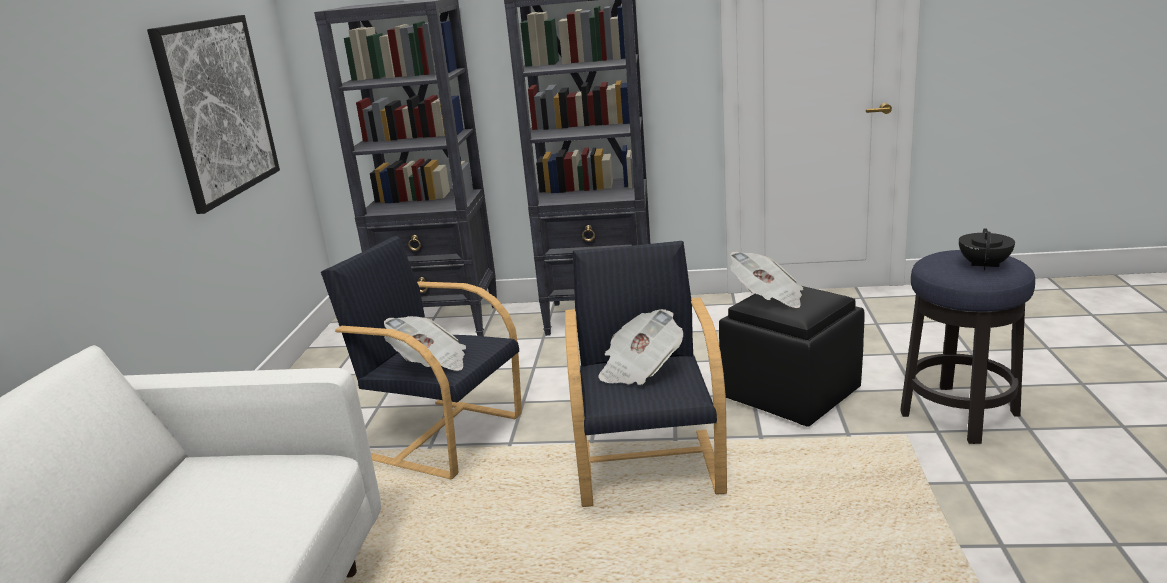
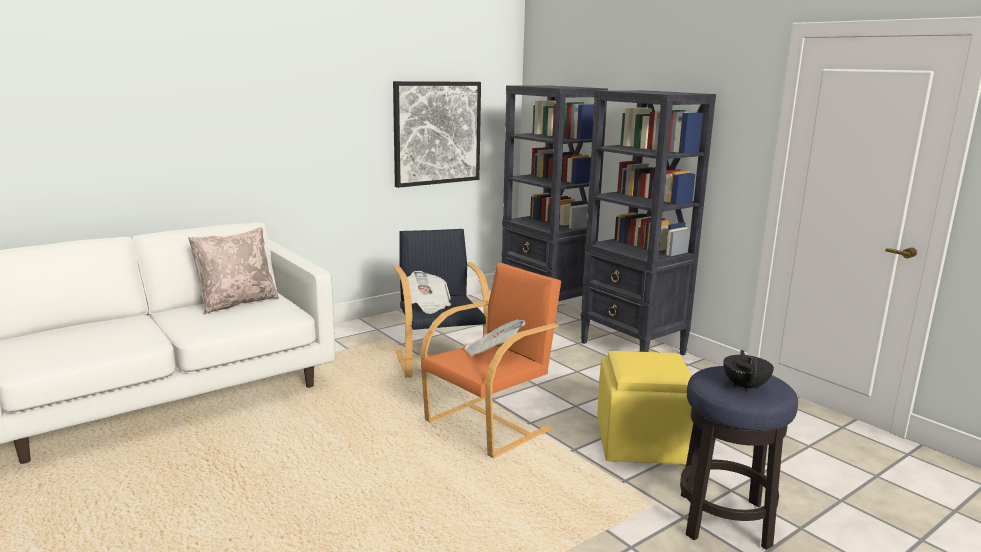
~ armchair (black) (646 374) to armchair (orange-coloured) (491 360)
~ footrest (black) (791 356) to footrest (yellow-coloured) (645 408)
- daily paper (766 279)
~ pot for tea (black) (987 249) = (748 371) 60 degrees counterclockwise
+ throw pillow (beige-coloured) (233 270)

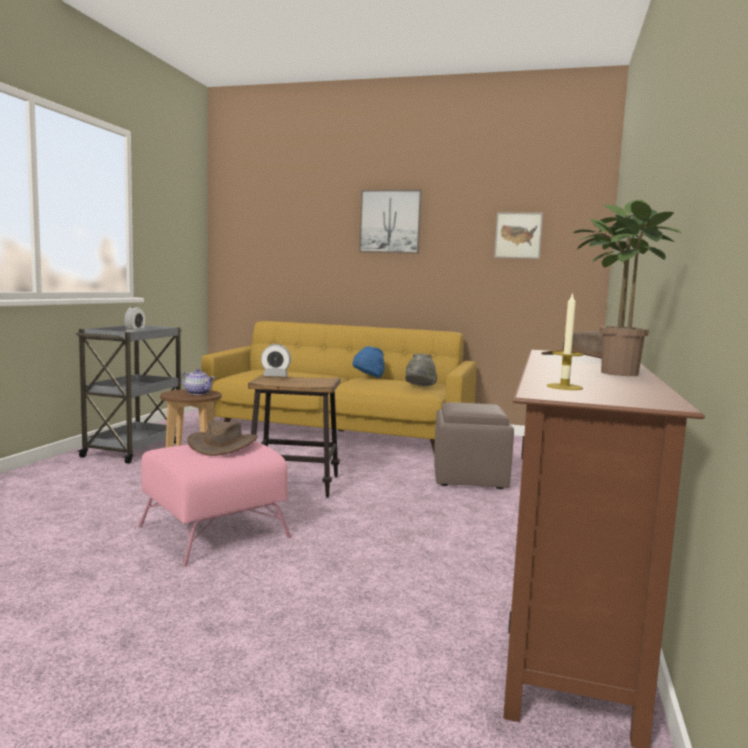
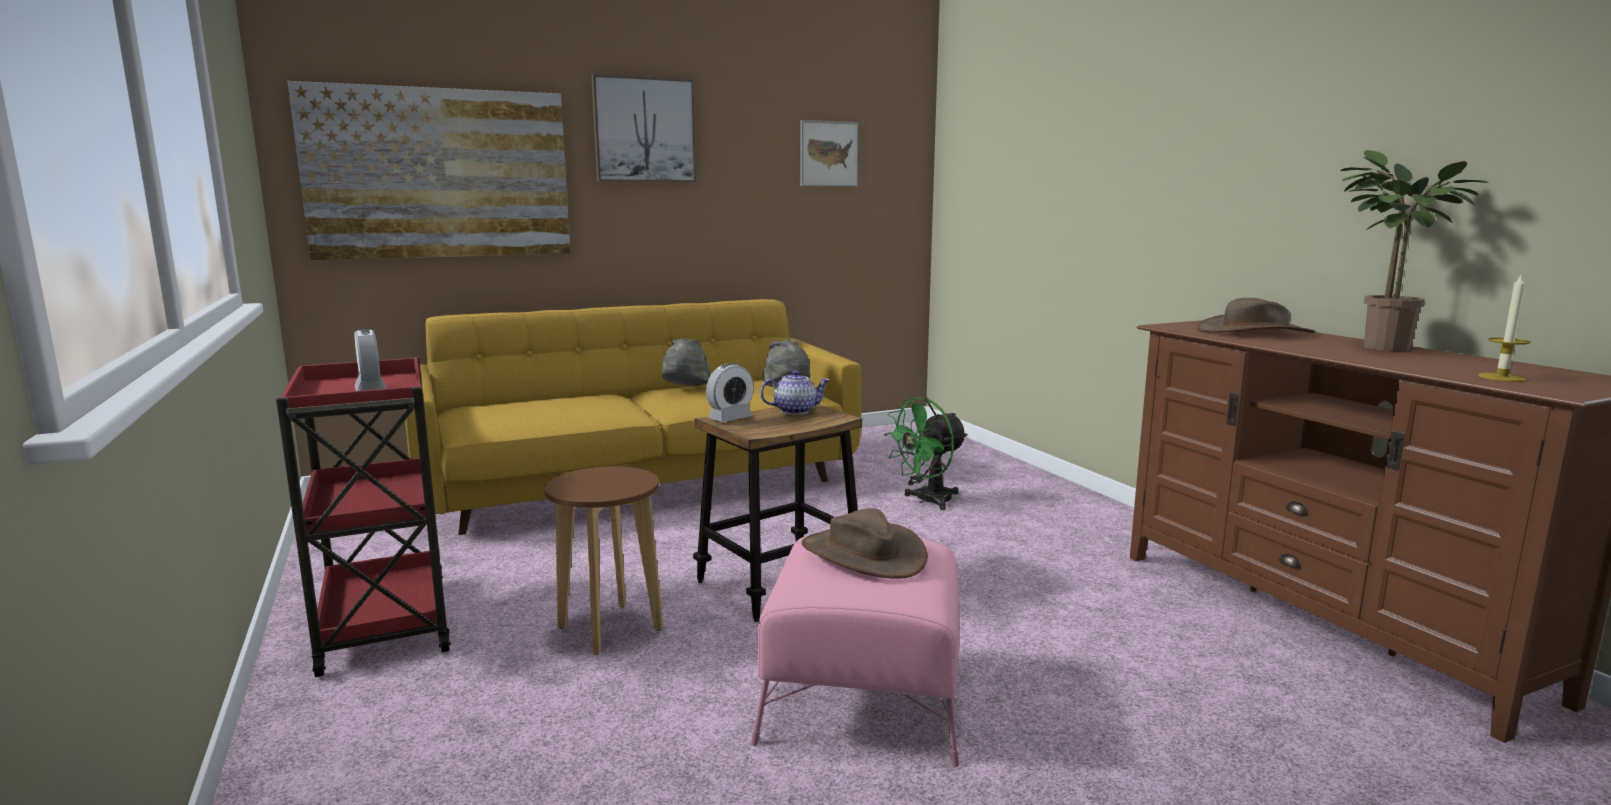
~ trolley (greyish) (129 394) to trolley (red) (363 517)
~ pot for tea (198 382) to (795 392)
~ clothing hat (blue-coloured) (368 362) to clothing hat (greyish) (686 362)
~ footrest (brownish) (474 445) to electric fan (greenish) (926 453)
+ wall picture (429 170)

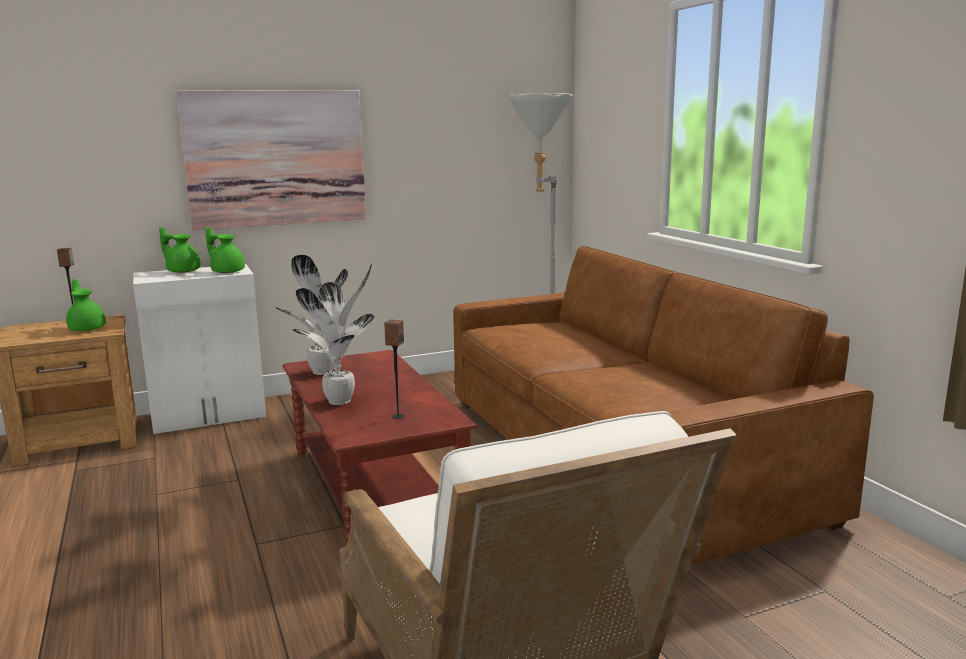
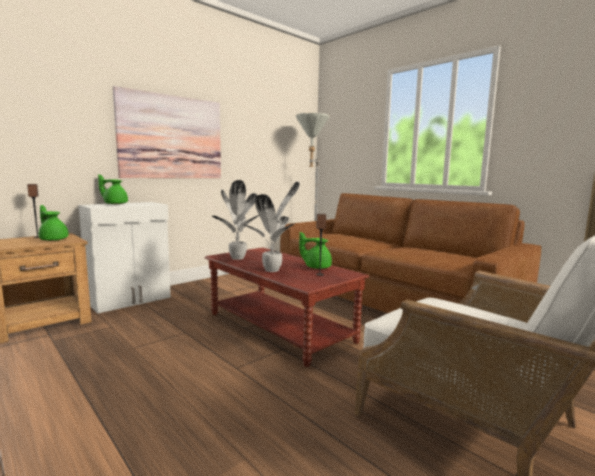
~ pot for tea (greenish) (225 249) to (315 250)

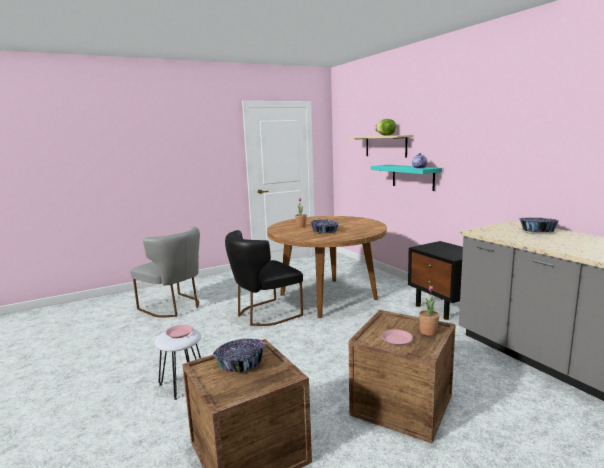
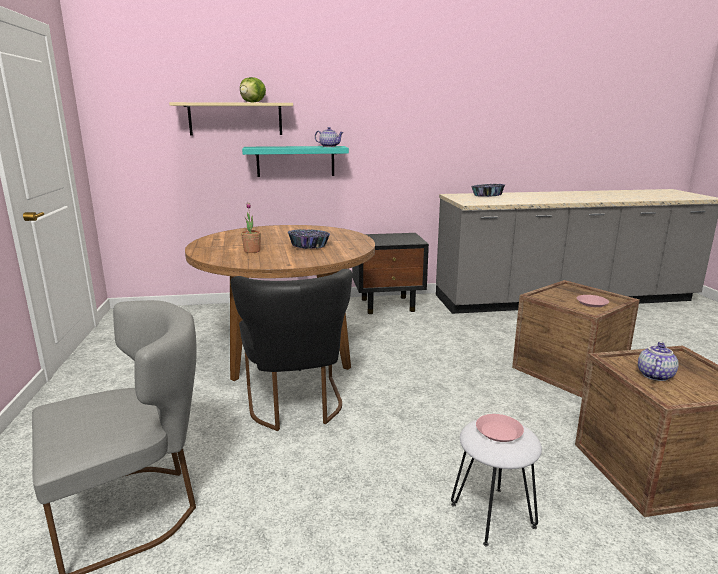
~ bowl (239 356) to pot for tea (658 361)
- plant in a pot (429 311)

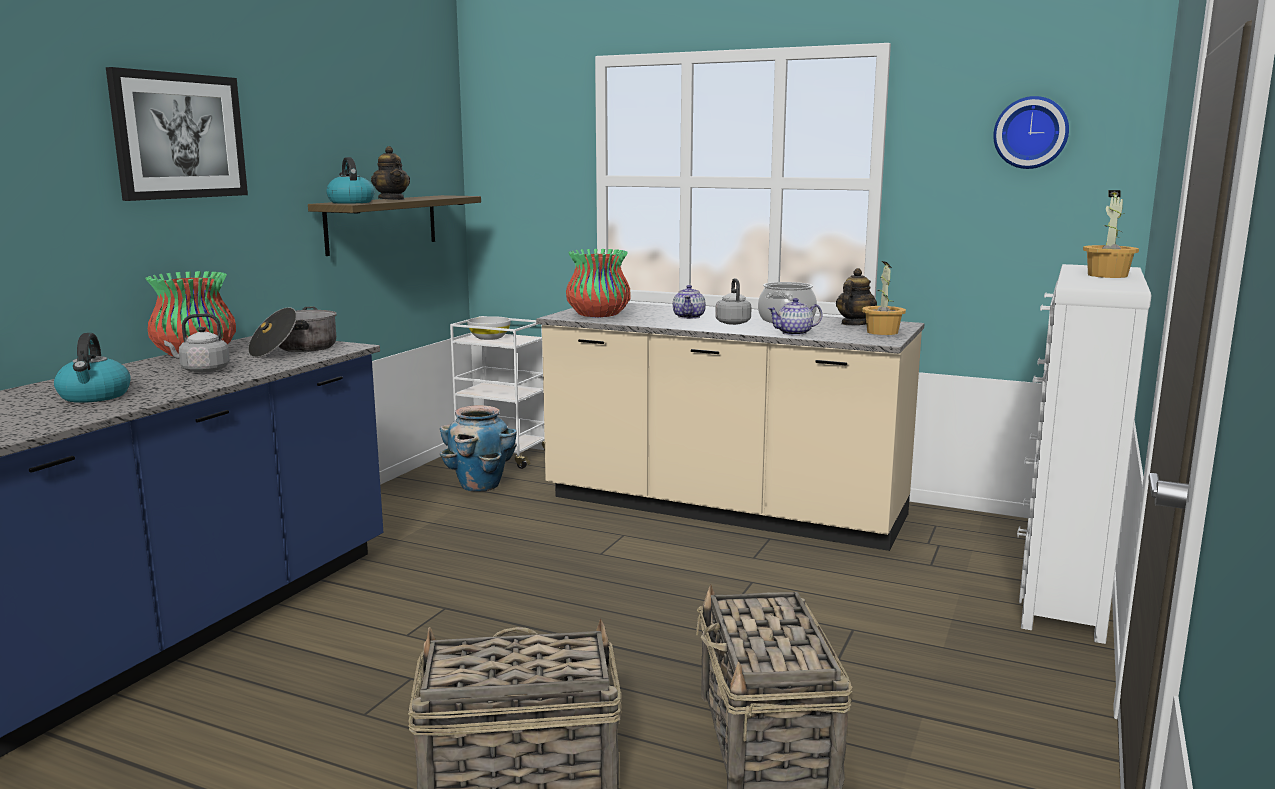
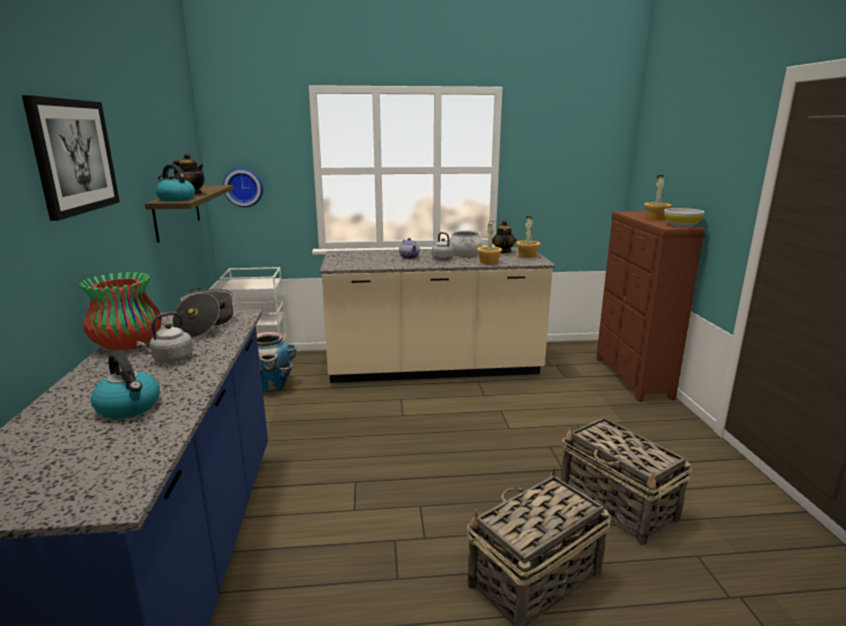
~ bowl (white-coloured) (489 328) to (684 217)
- flower vase (598 283)
~ pot for tea (794 317) to plant in a pot (489 243)
~ clock on the wall (1031 132) to (243 187)
~ dresser (white-coloured) (1084 454) to dresser (brownish) (651 306)

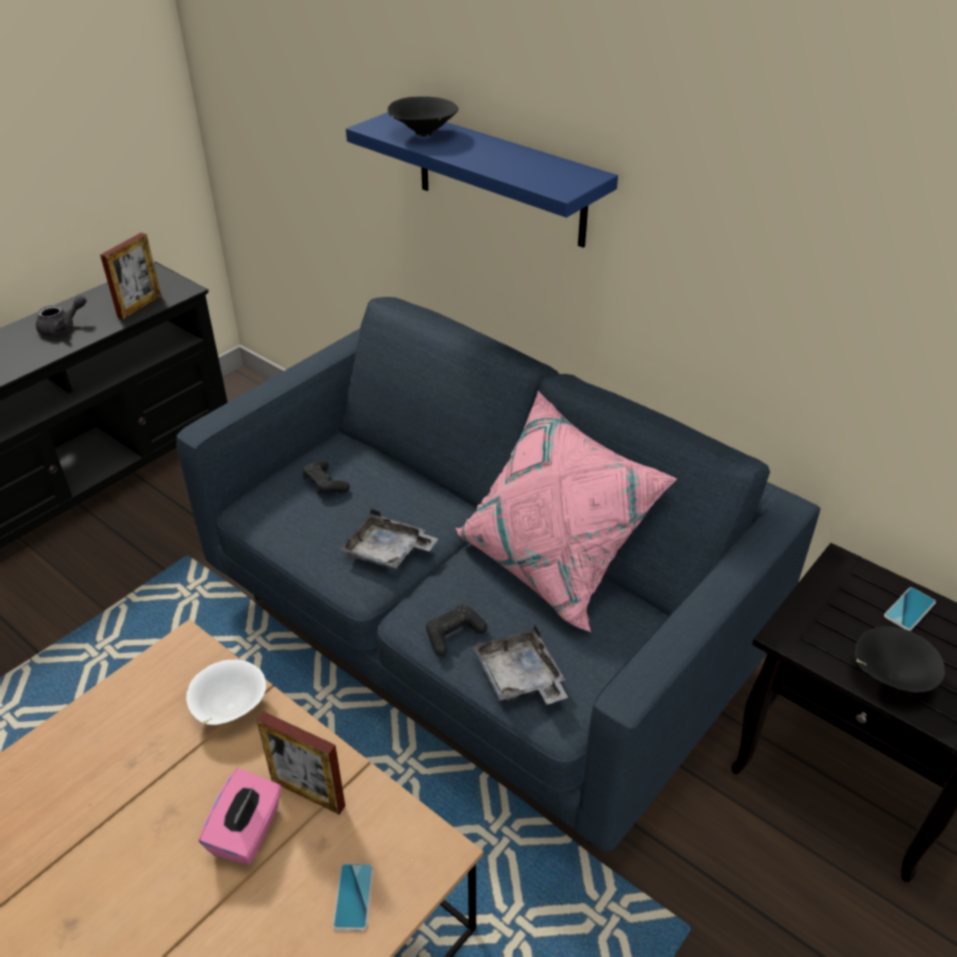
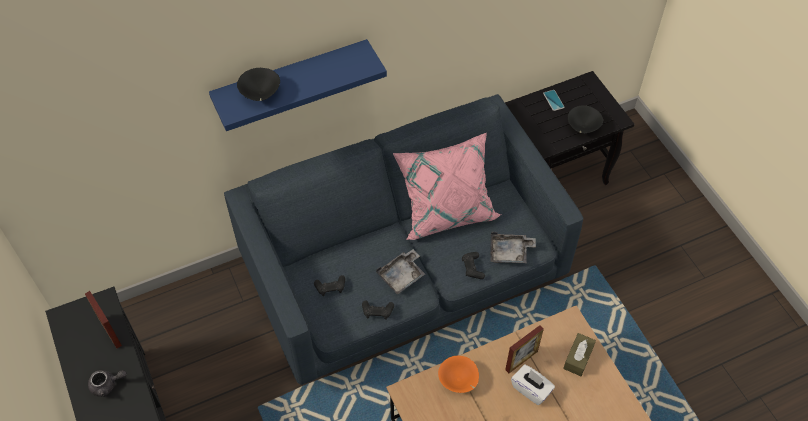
~ pot for tea (greyish) (61 315) = (107 383) 90 degrees clockwise
~ bowl (white-coloured) (226 692) to bowl (orange-coloured) (458 374)
~ tissue box (pinkish) (240 816) to tissue box (white-coloured) (533 385)
~ telephone (353 897) to tissue box (brownish) (579 354)
+ gamepad (black) (378 310)

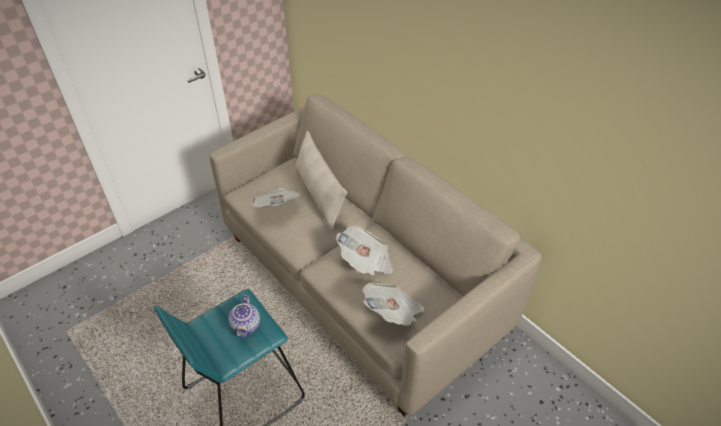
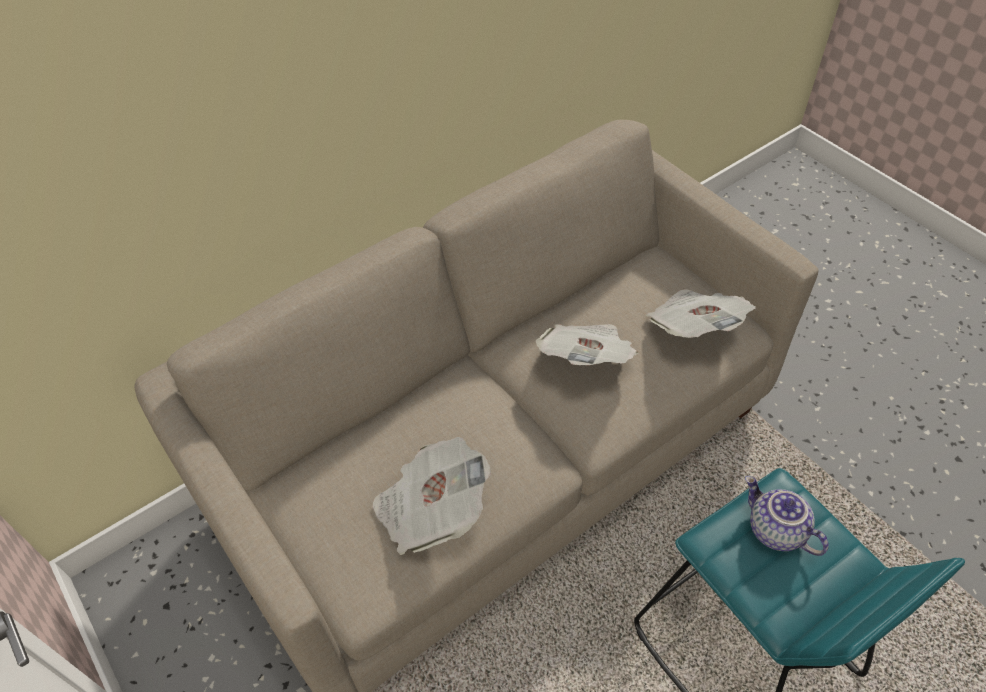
~ pot for tea (244 316) = (787 516) 135 degrees counterclockwise
- throw pillow (beige-coloured) (321 180)

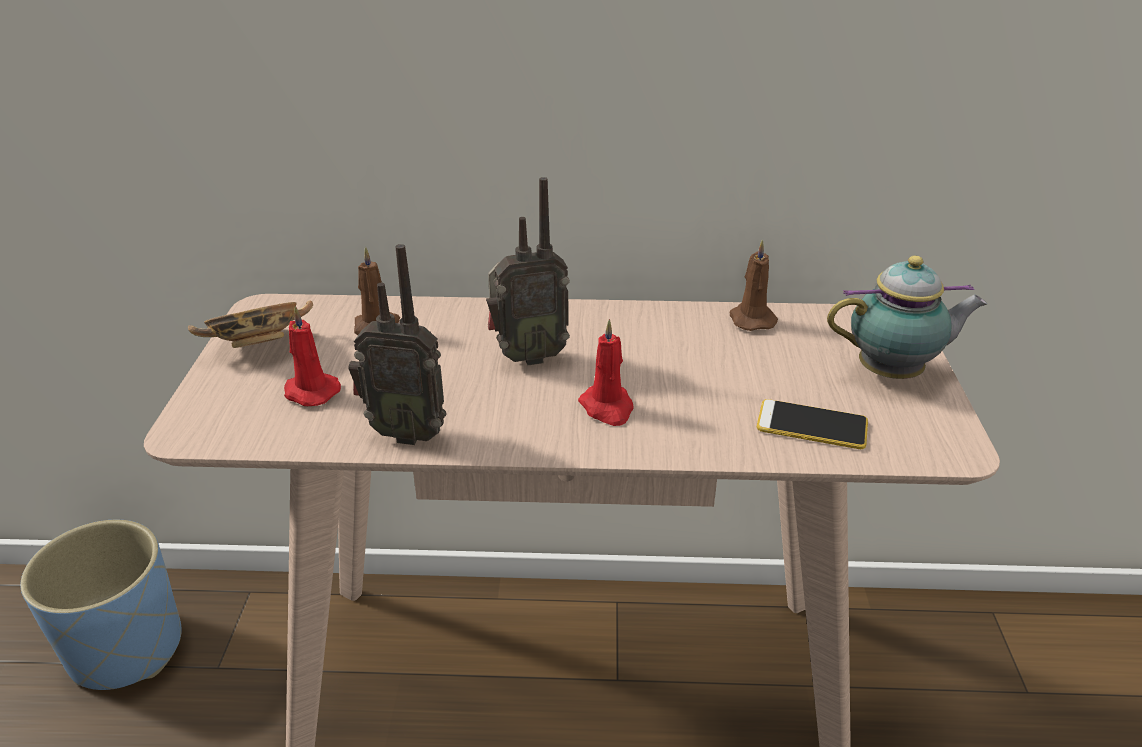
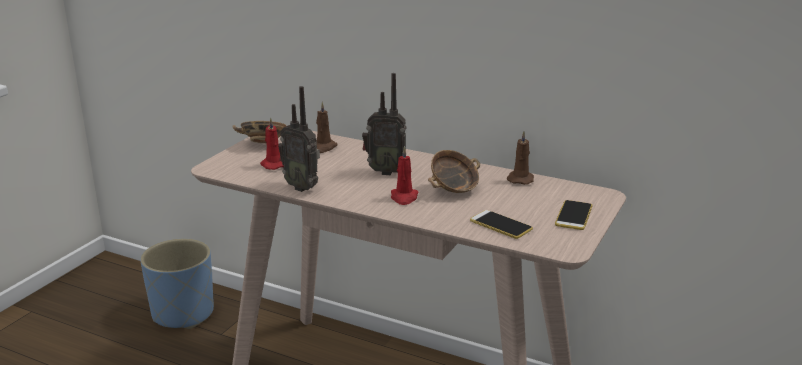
~ pot for tea (907 317) to telephone (574 215)
+ bowl (454 171)

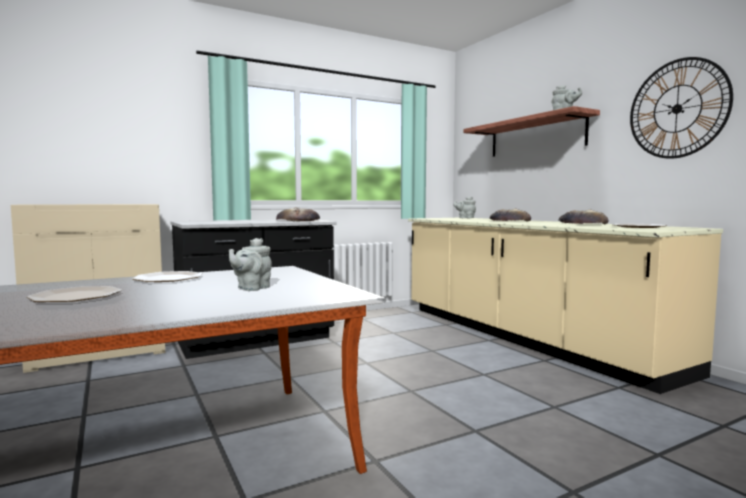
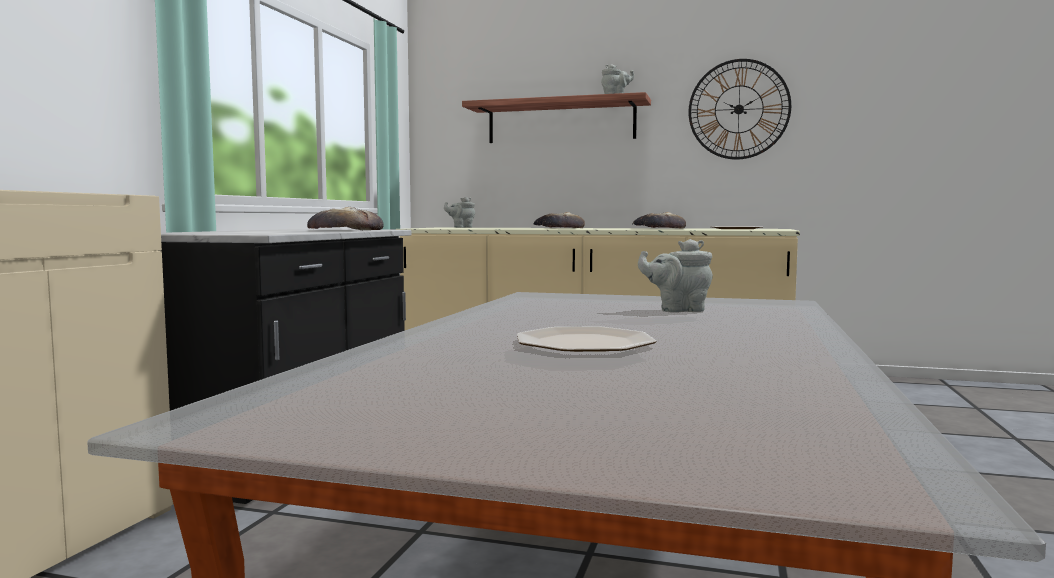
- plate (167 276)
~ pot for tea (greyish) (250 264) = (675 276) 105 degrees clockwise

